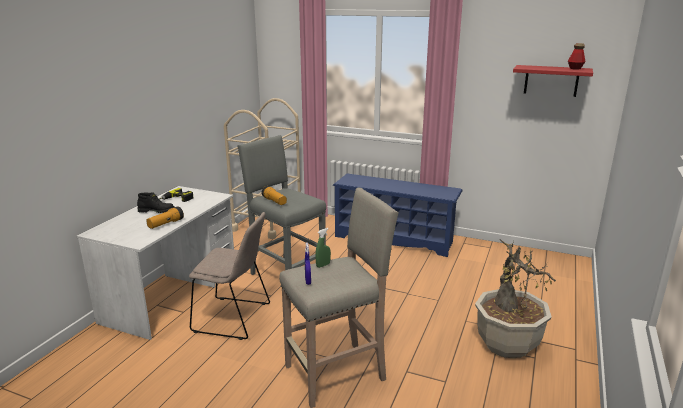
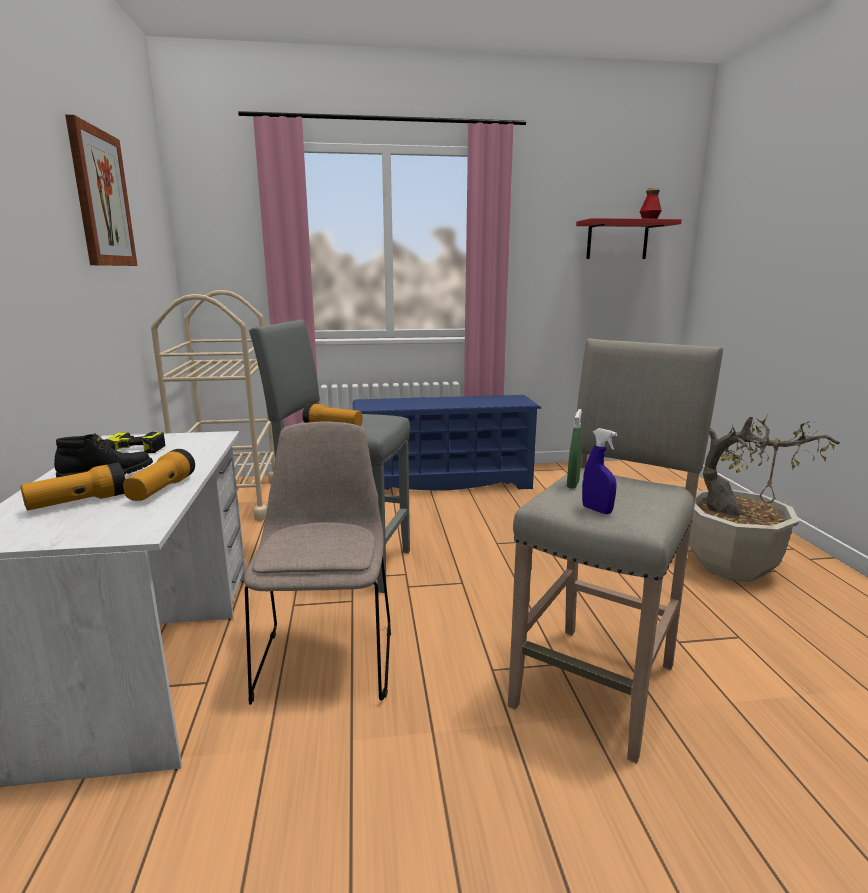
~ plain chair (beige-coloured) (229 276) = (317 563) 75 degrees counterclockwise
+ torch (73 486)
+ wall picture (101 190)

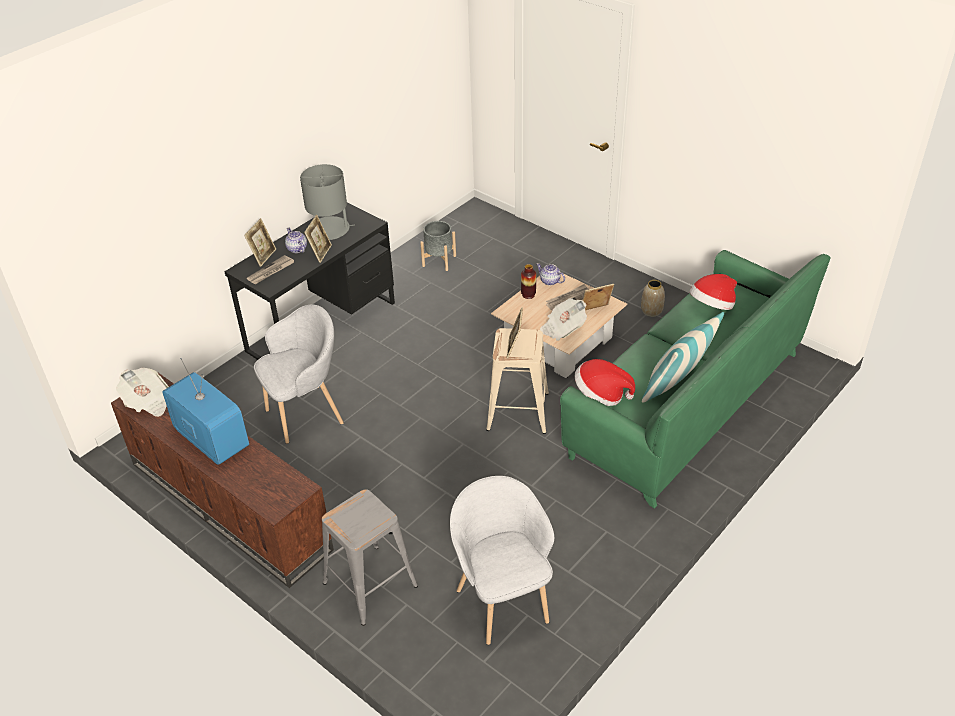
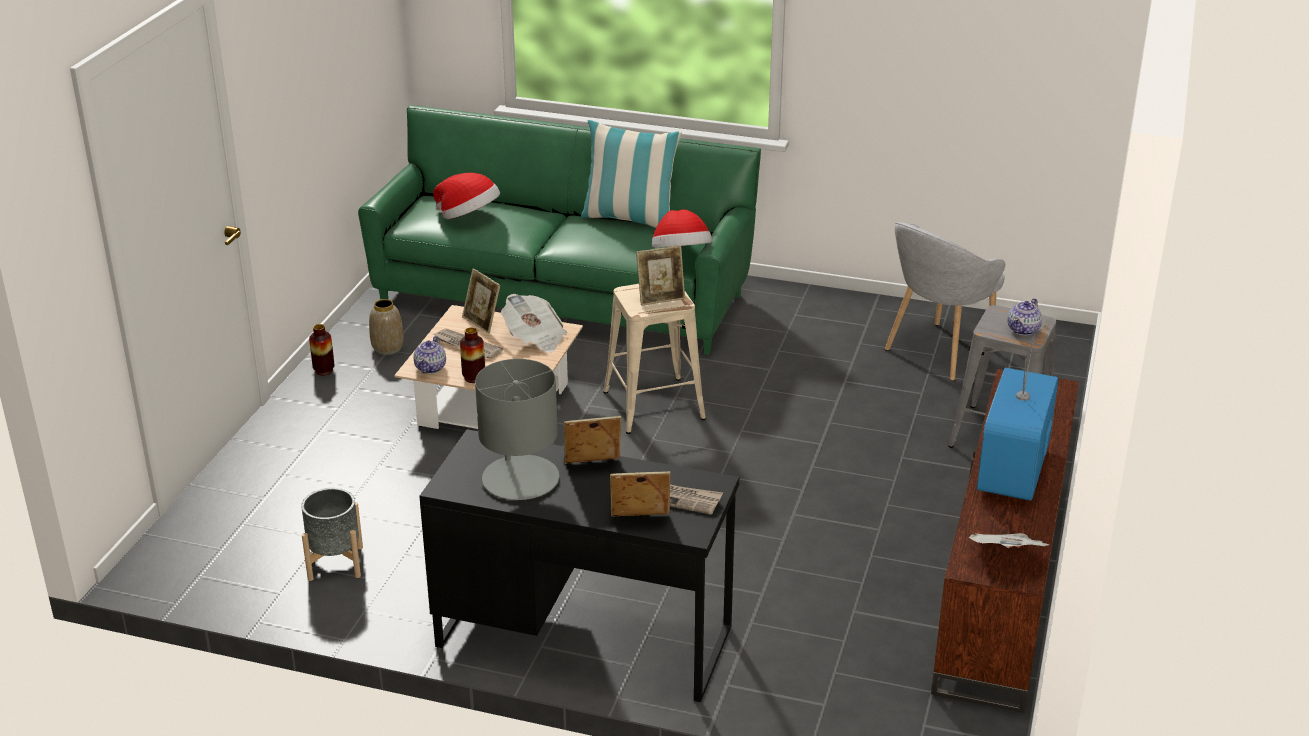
- armchair (greyish) (299 374)
~ pot for tea (296 240) to (1025 317)
+ flower vase (321 350)

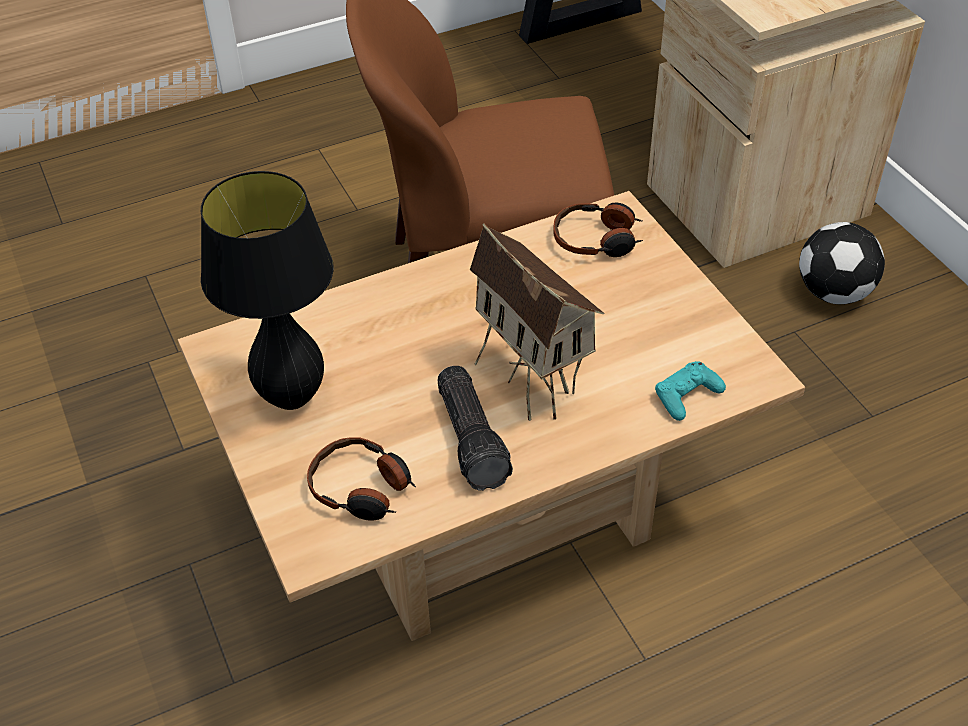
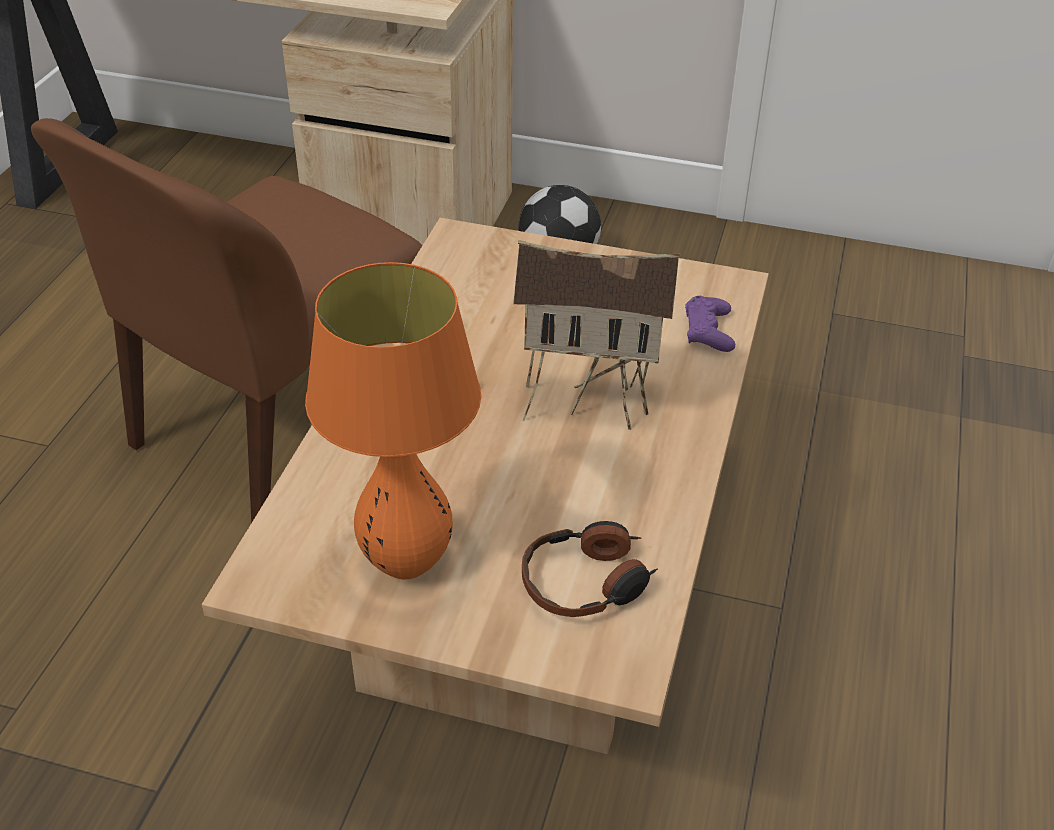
~ lamp for a table (black) (267 290) to lamp for a table (orange-coloured) (393 421)
- torch (475 428)
- headphones (598 229)
~ gamepad (blue-green) (690 391) to gamepad (purple-coloured) (710 324)

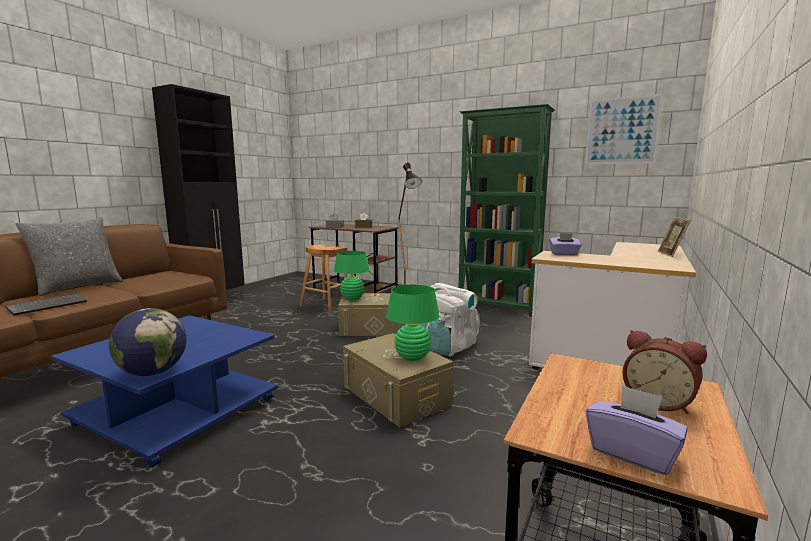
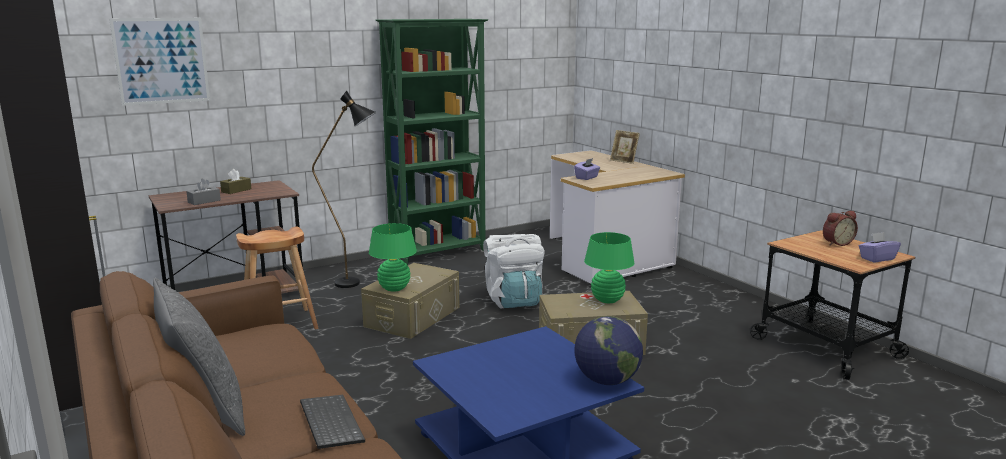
~ wall picture (624 129) to (159 62)

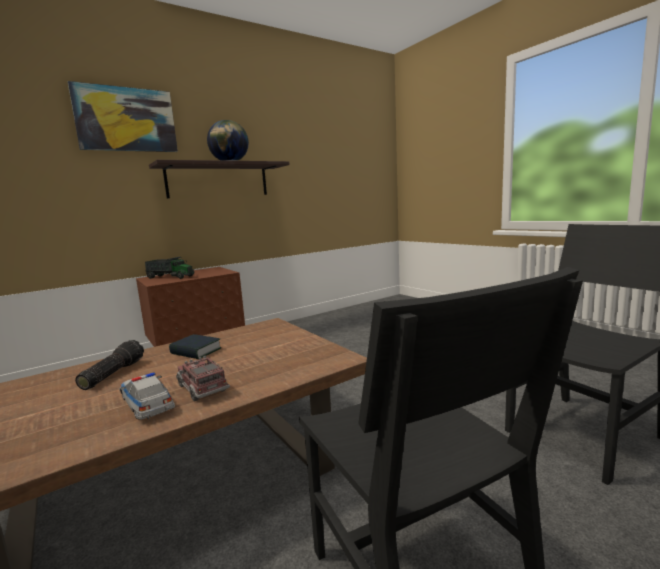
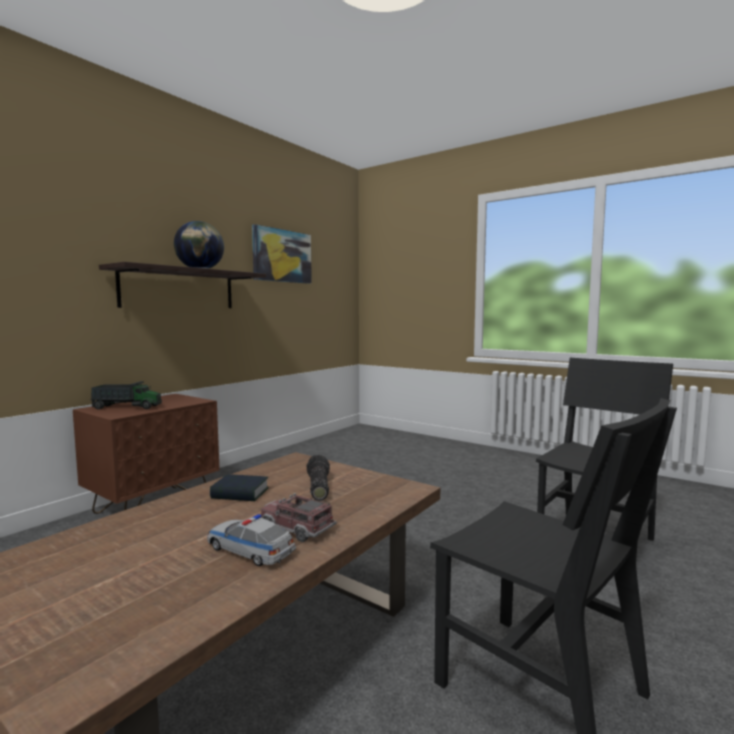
~ wall picture (123 116) to (282 254)
~ torch (109 365) to (318 478)

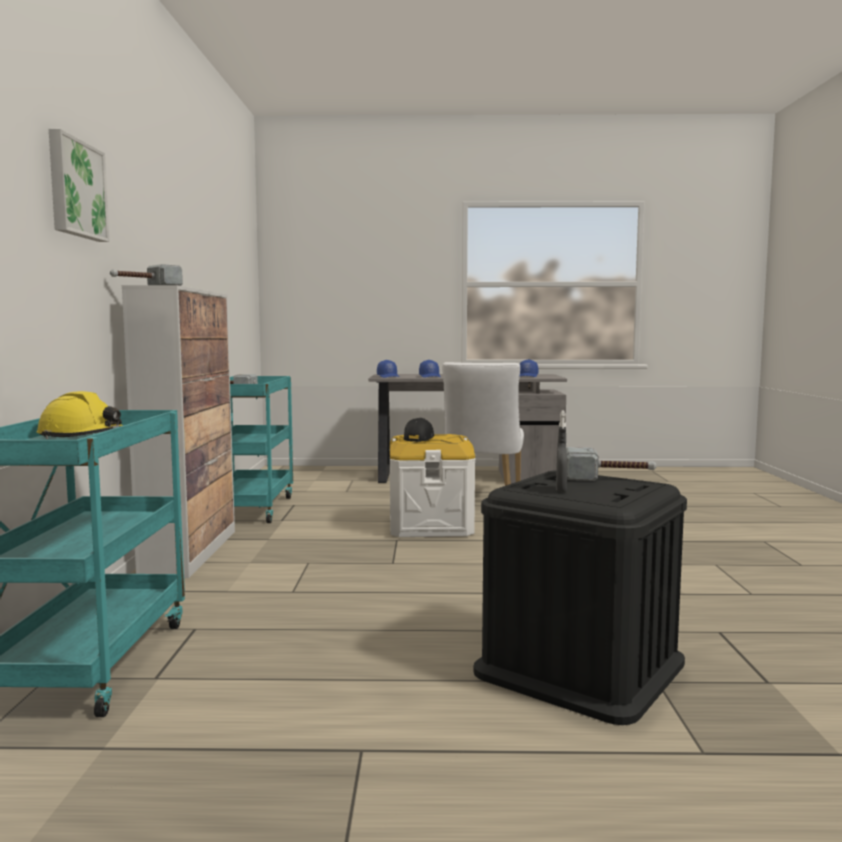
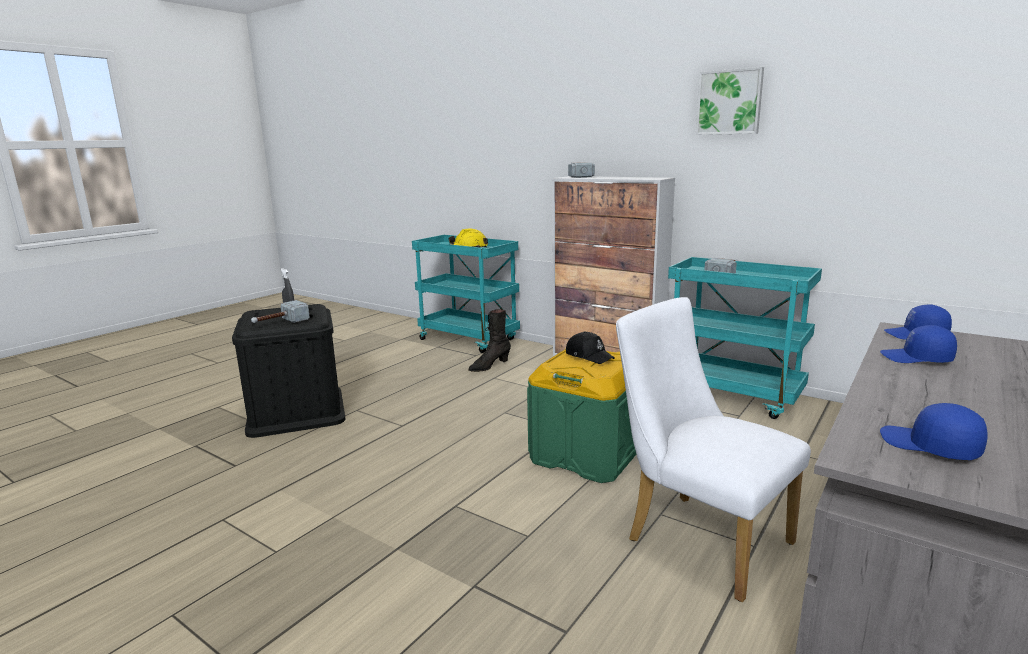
~ wall picture (79 185) to (730 101)
~ storage bin (white-coloured) (432 485) to storage bin (greenish) (581 416)
+ boot (black) (489 340)

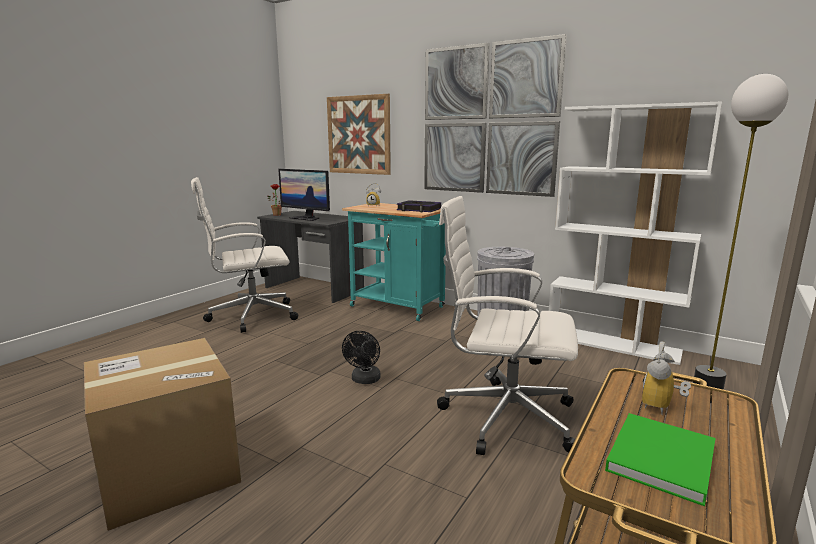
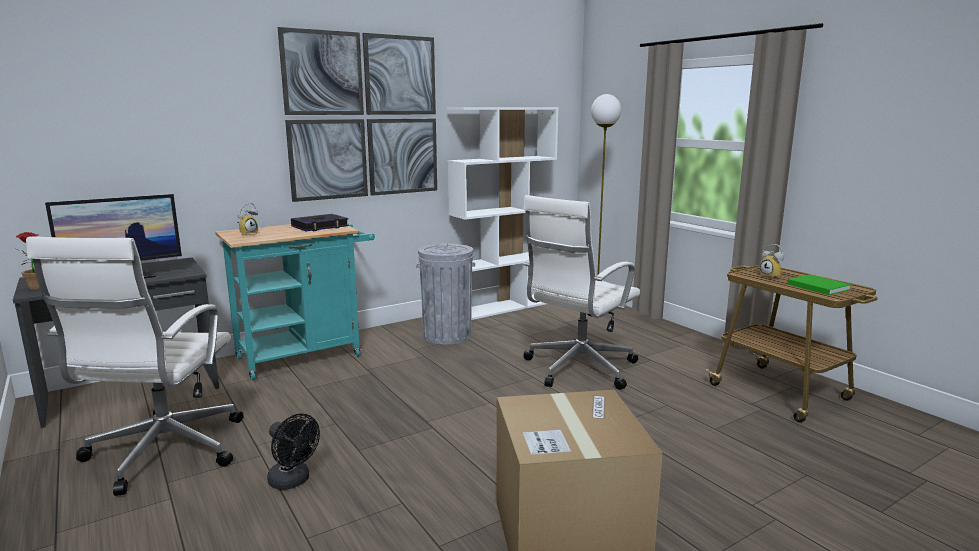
- wall picture (359 134)
~ electric fan (black) (361 357) to (293 452)

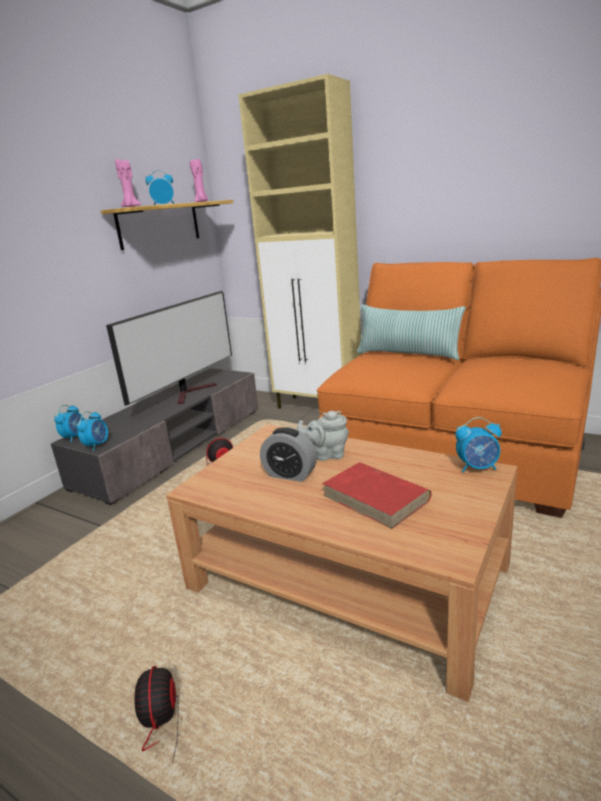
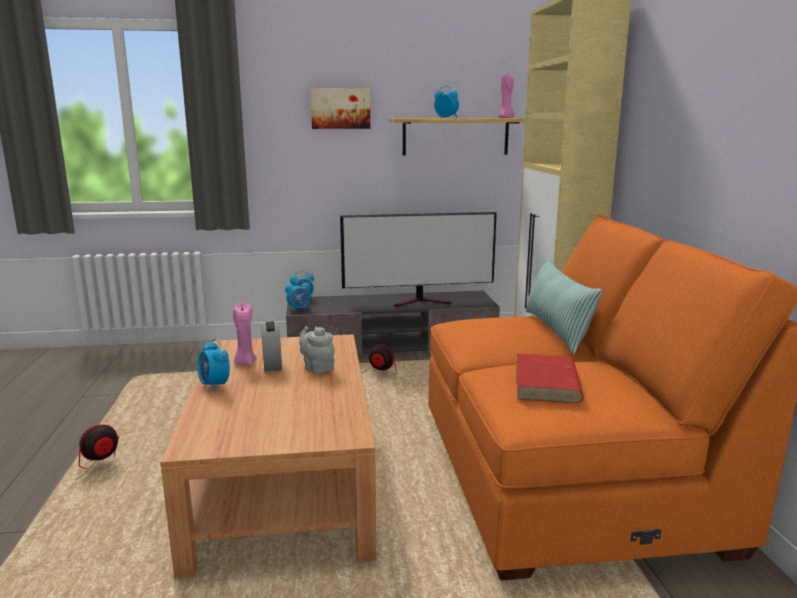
~ wax candle (pinkish) (128 183) to (245 334)
~ volume (red) (376 495) to (550 379)
~ bedside clock (478 445) to (213 365)
+ wall picture (340 108)

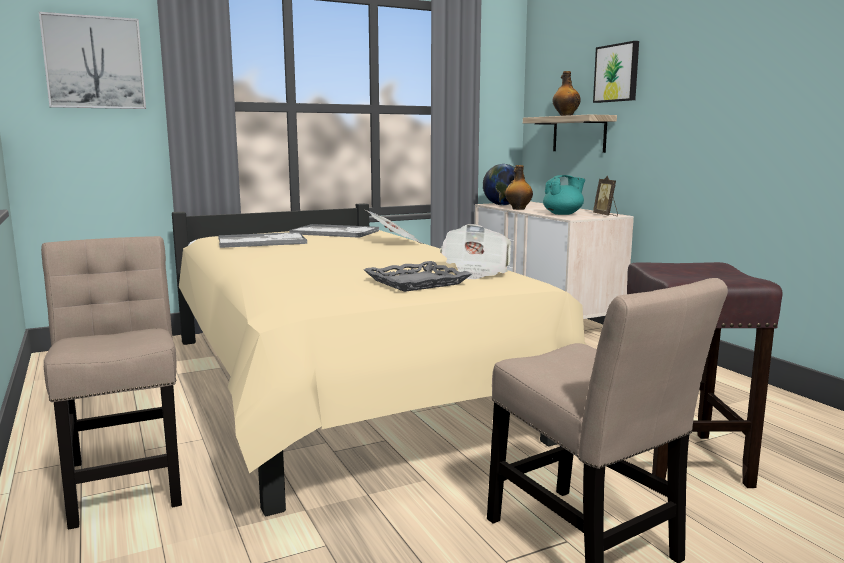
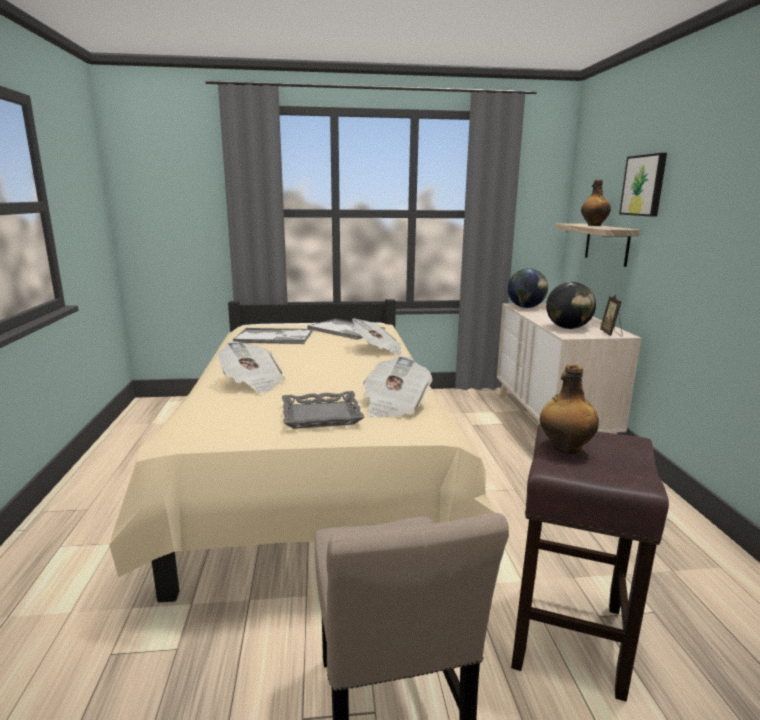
- wall picture (92 60)
- plain chair (beige-coloured) (111 383)
~ bottle (519 187) to (569 409)
~ pot for tea (blue-green) (564 195) to globe (571 305)
+ daily paper (251 367)

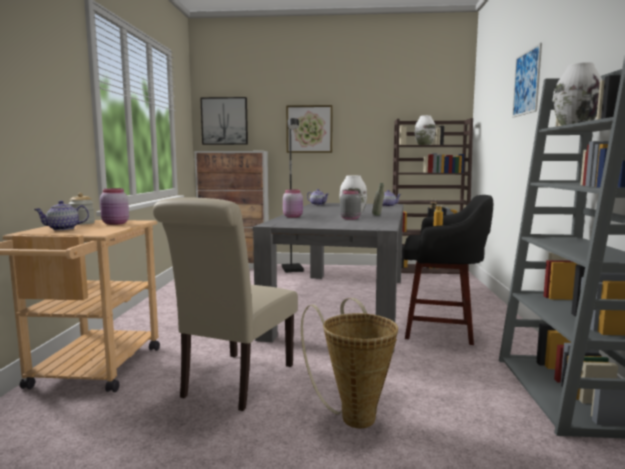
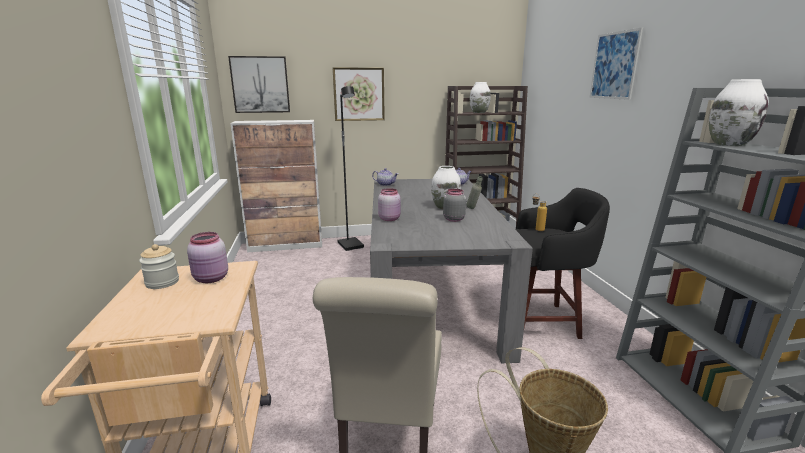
- pot for tea (61 215)

